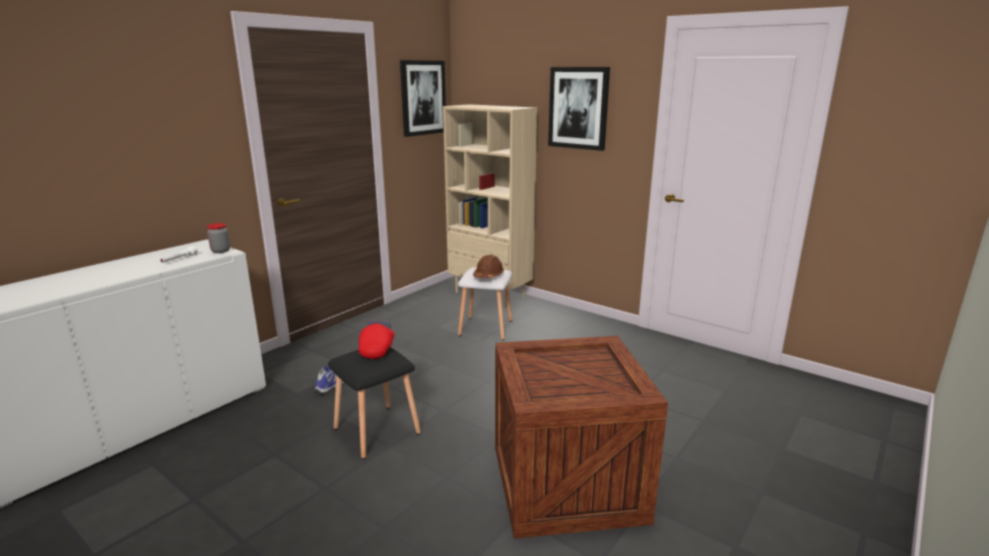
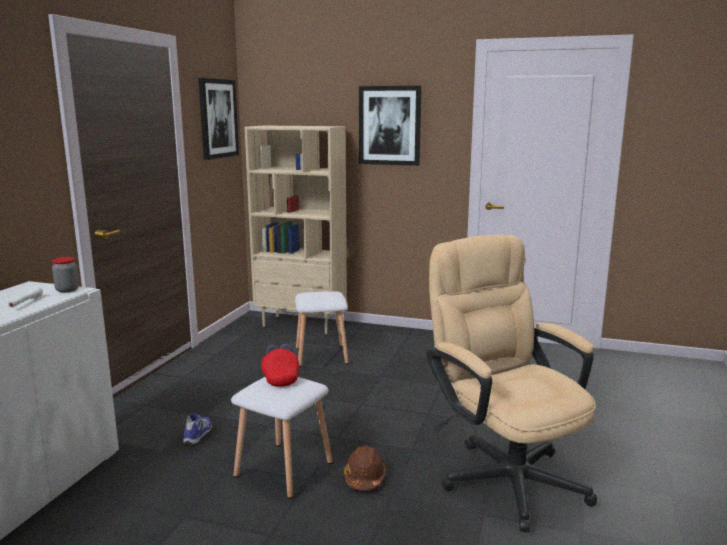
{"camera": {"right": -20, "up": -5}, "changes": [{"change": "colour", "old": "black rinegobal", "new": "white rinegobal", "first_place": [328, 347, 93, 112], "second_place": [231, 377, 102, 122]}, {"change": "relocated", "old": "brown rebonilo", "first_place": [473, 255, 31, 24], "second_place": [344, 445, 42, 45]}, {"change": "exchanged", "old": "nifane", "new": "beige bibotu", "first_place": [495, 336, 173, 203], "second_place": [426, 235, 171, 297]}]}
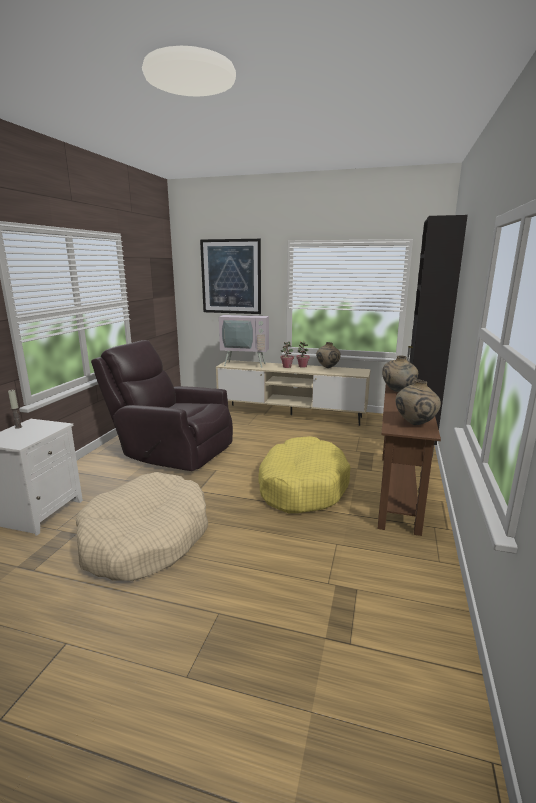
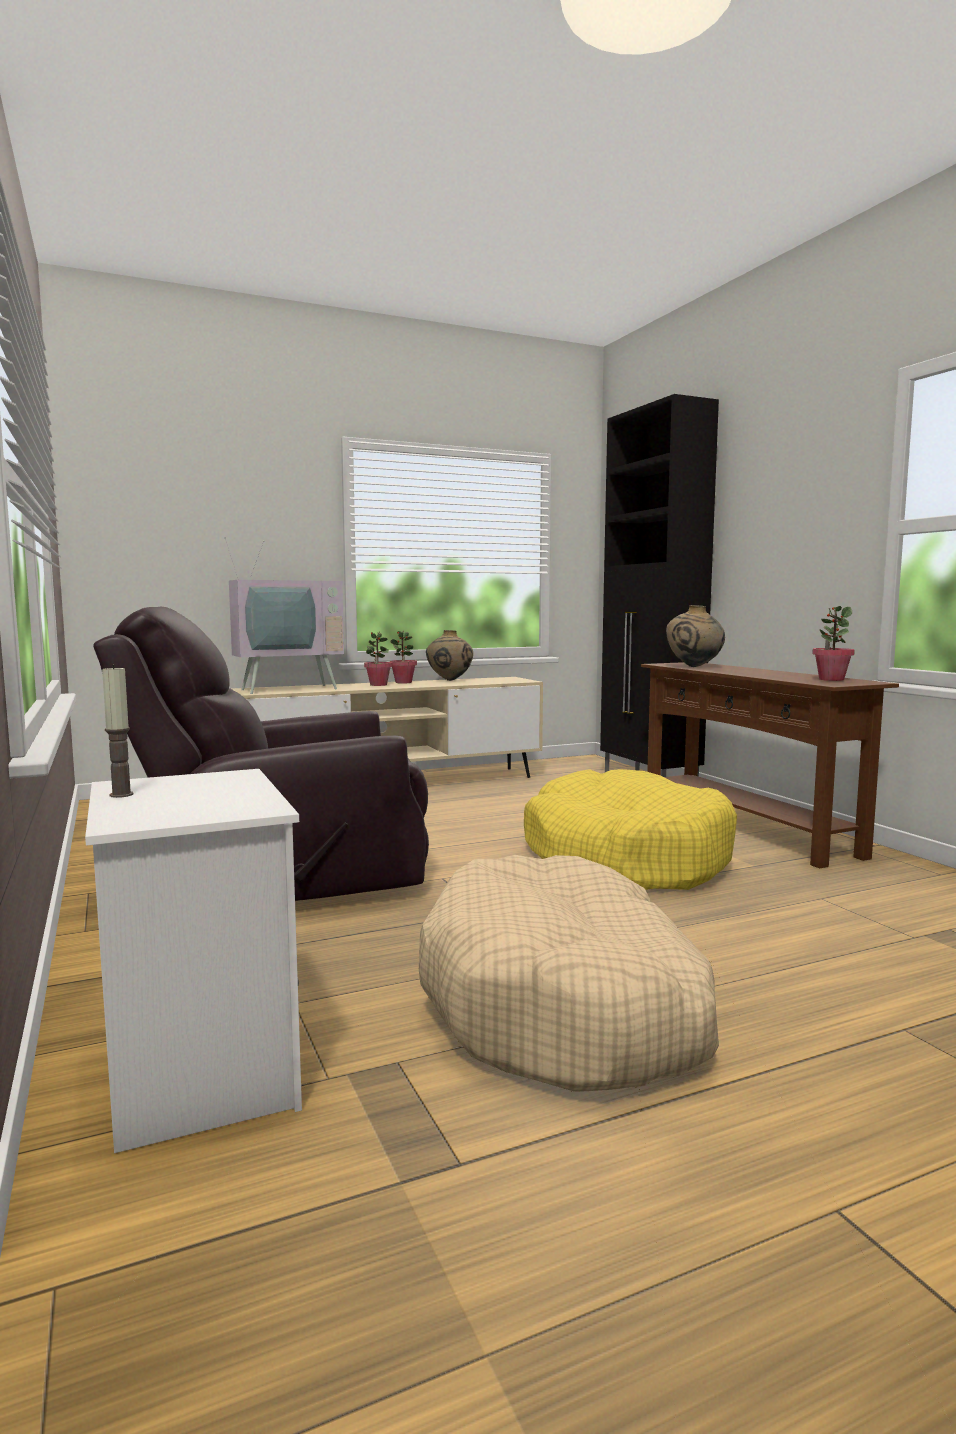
{"camera": {"right": -40, "up": -10}, "changes": [{"change": "missing", "old": "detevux", "first_place": [200, 239, 61, 75]}, {"change": "exchanged", "old": "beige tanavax", "new": "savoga", "first_place": [395, 379, 46, 46], "second_place": [812, 606, 43, 75]}]}
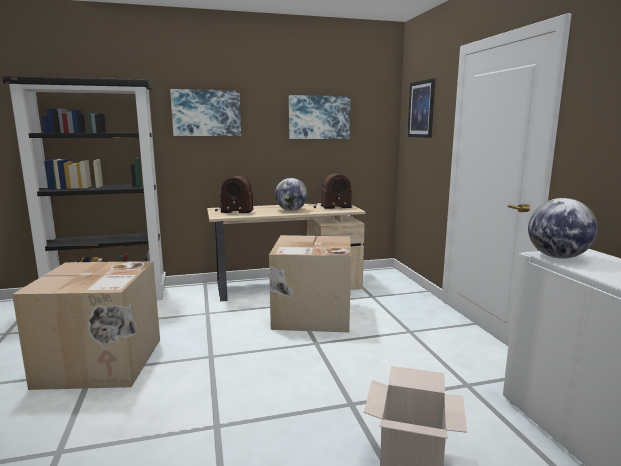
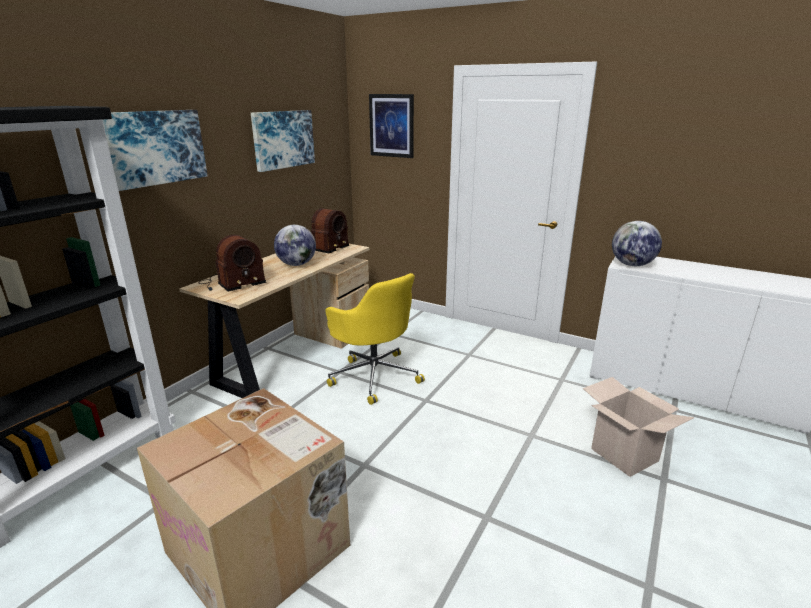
{"camera": {"right": -45, "up": 10}, "changes": [{"change": "exchanged", "old": "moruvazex", "new": "yellow bibotu", "first_place": [269, 235, 82, 97], "second_place": [325, 273, 100, 132]}]}
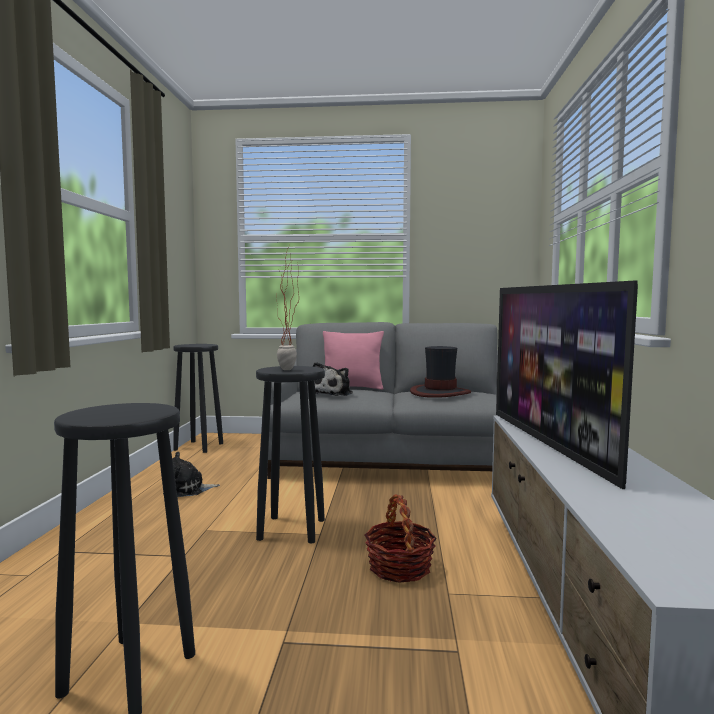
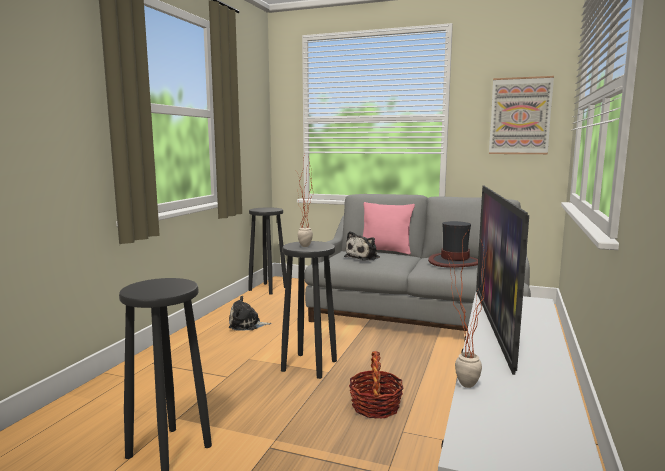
{"camera": {"right": 15, "up": 5}, "changes": [{"change": "appeared", "new": "savoga", "second_place": [448, 231, 40, 157]}, {"change": "appeared", "new": "detevux", "second_place": [489, 76, 65, 78]}]}
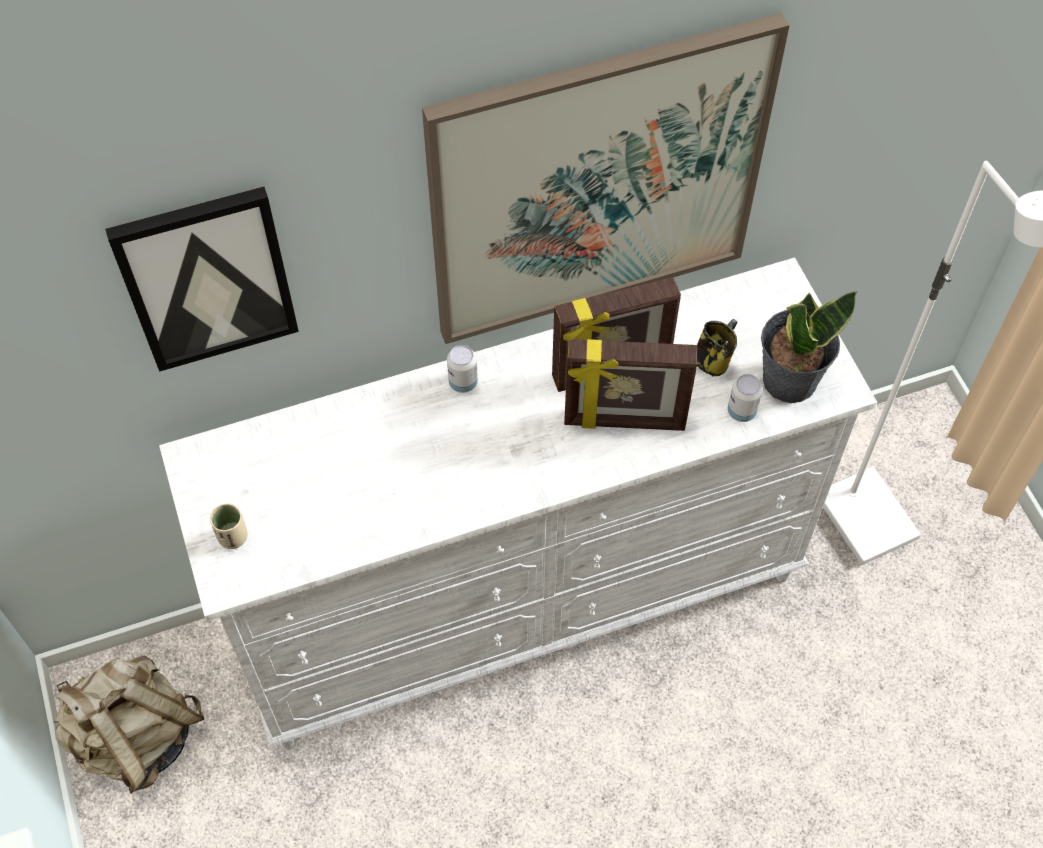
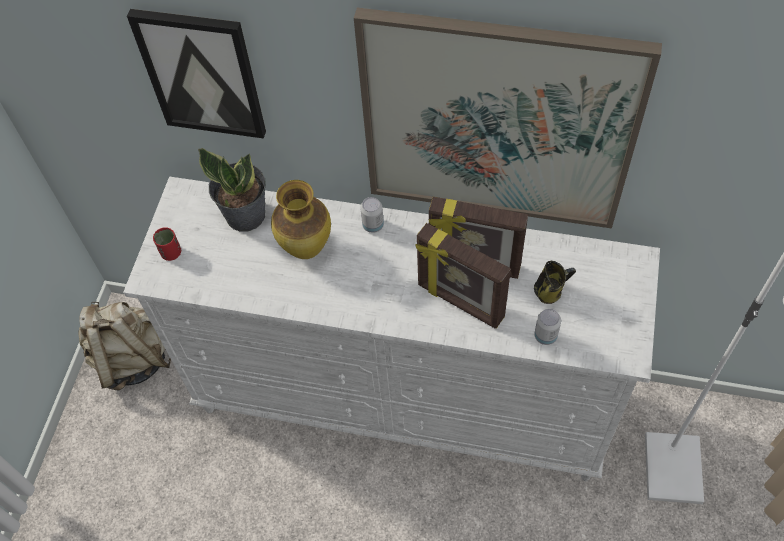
{"camera": {"right": 35, "up": 0}, "changes": [{"change": "colour", "old": "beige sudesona", "new": "red sudesona", "first_place": [210, 503, 38, 46], "second_place": [153, 227, 28, 34]}, {"change": "relocated", "old": "savoga", "first_place": [761, 291, 96, 112], "second_place": [198, 148, 68, 83]}, {"change": "appeared", "new": "tanavax", "second_place": [271, 180, 60, 79]}]}
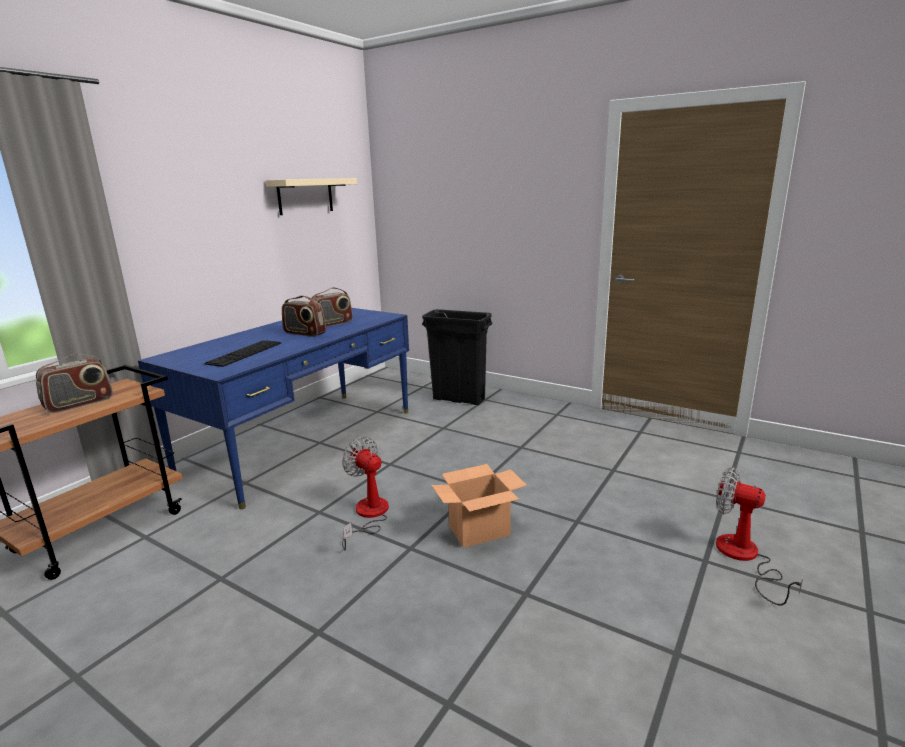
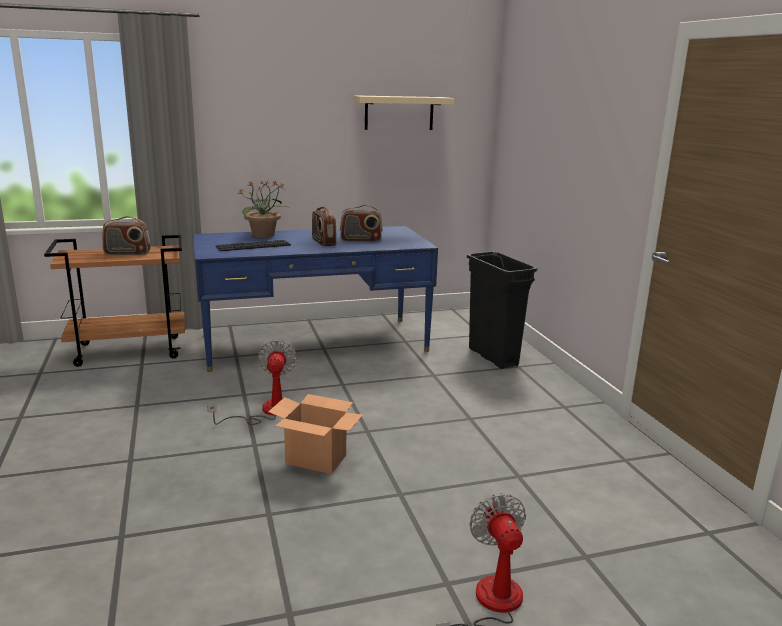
{"camera": {"right": 40, "up": 0}, "changes": [{"change": "appeared", "new": "savoga", "second_place": [237, 180, 53, 58]}]}
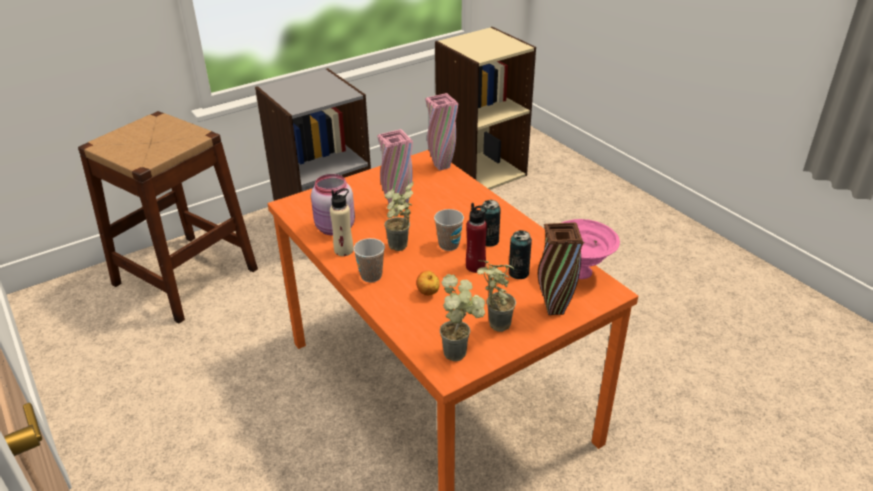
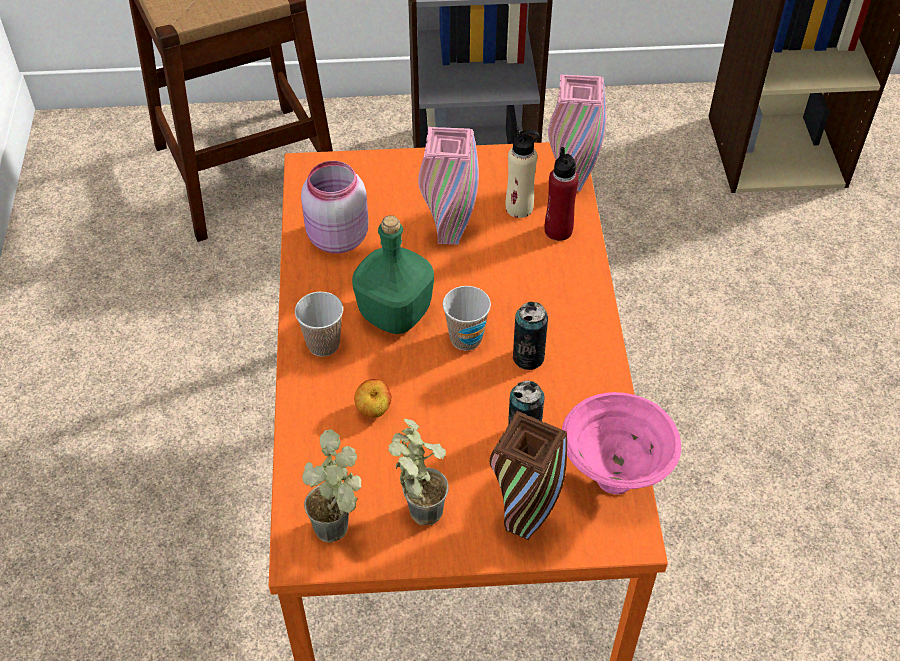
{"camera": {"right": 30, "up": 15}, "changes": [{"change": "relocated", "old": "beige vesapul", "first_place": [330, 188, 23, 68], "second_place": [506, 127, 34, 91]}, {"change": "exchanged", "old": "savoga", "new": "green vesapul", "first_place": [384, 181, 29, 70], "second_place": [352, 215, 82, 119]}, {"change": "relocated", "old": "red vesapul", "first_place": [466, 203, 21, 70], "second_place": [545, 147, 34, 94]}]}
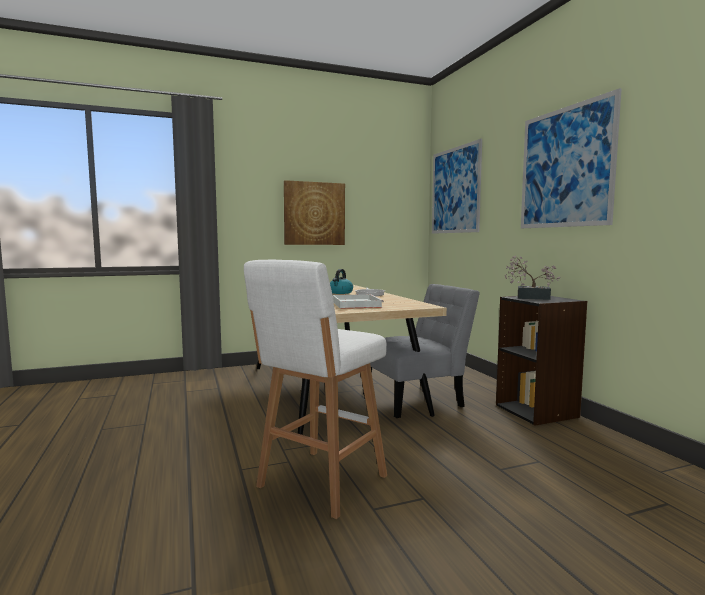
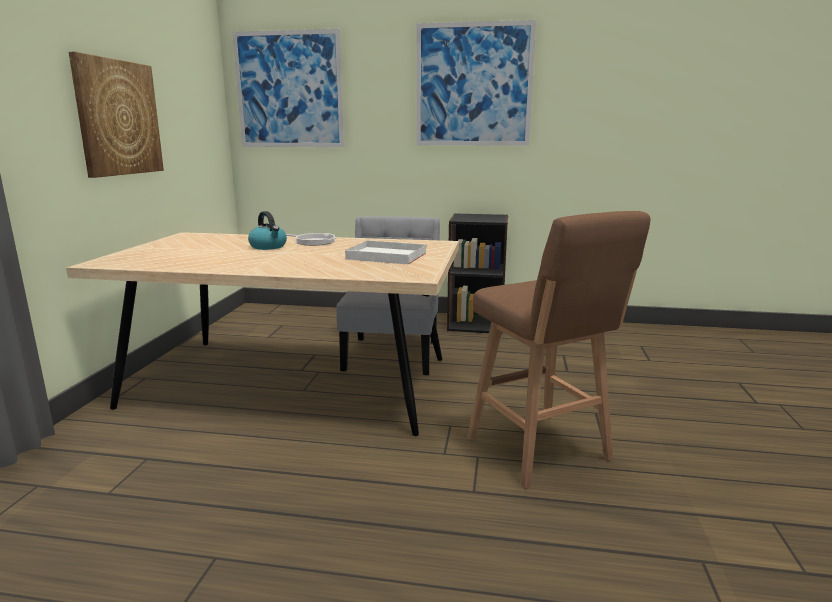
{"camera": {"right": -60, "up": 10}, "changes": [{"change": "colour", "old": "white rinegobal", "new": "brown rinegobal", "first_place": [244, 260, 143, 259], "second_place": [467, 211, 184, 278]}, {"change": "missing", "old": "savoga", "first_place": [505, 256, 55, 44]}]}
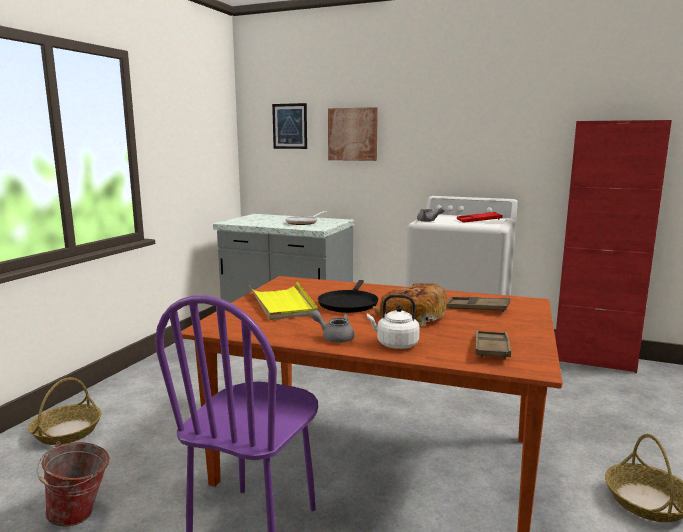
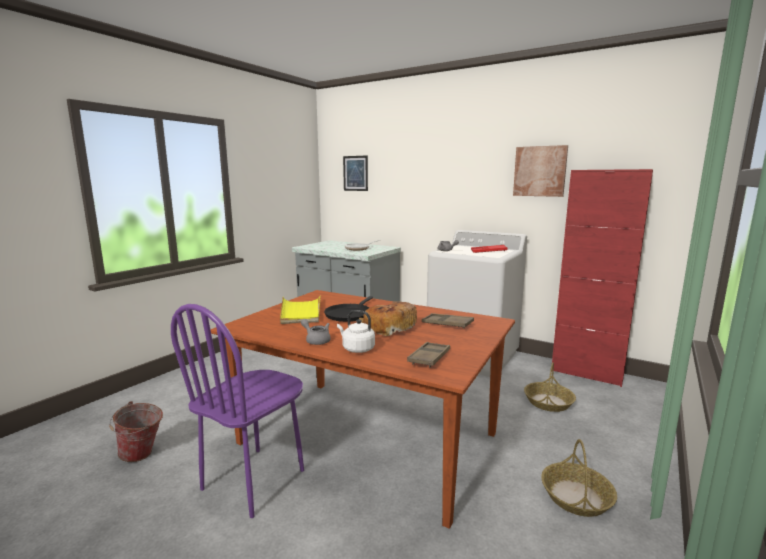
{"camera": {"right": 10, "up": 0}, "changes": [{"change": "relocated", "old": "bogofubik", "first_place": [28, 377, 74, 68], "second_place": [524, 362, 52, 50]}, {"change": "relocated", "old": "detevux", "first_place": [328, 107, 50, 54], "second_place": [513, 145, 55, 52]}]}
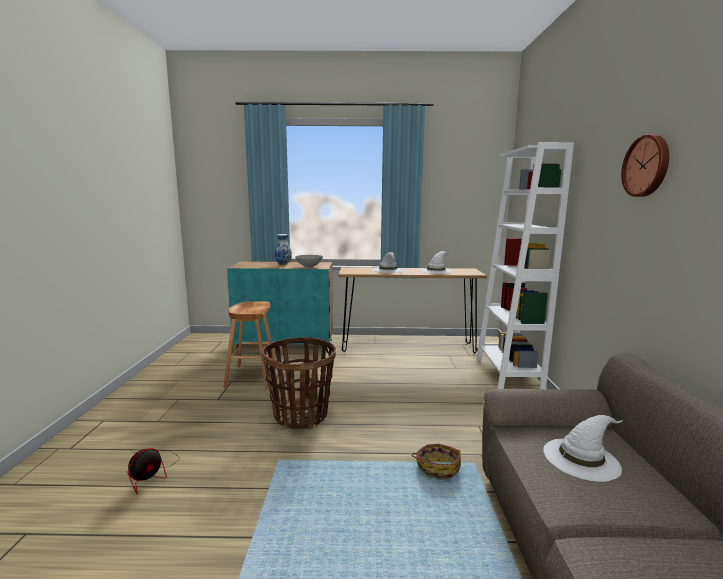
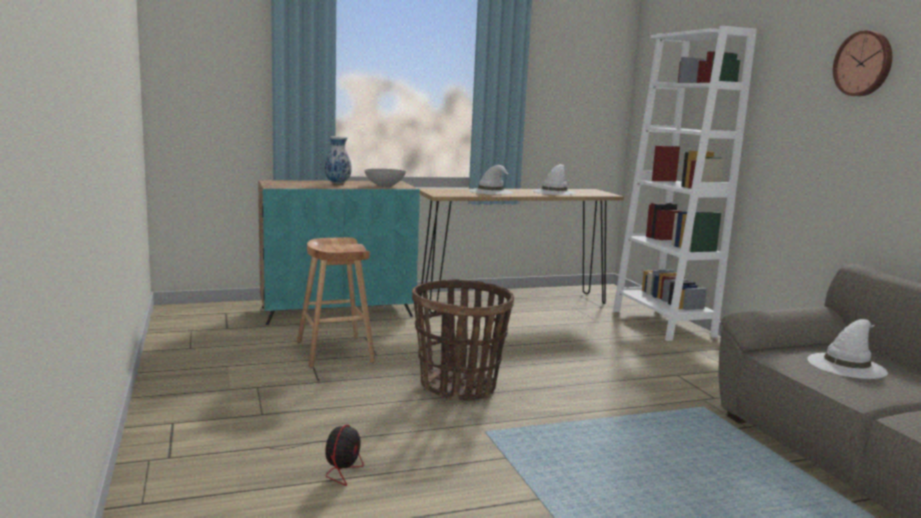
{"camera": {"right": -20, "up": 0}, "changes": [{"change": "missing", "old": "bogofubik", "first_place": [412, 444, 49, 36]}]}
